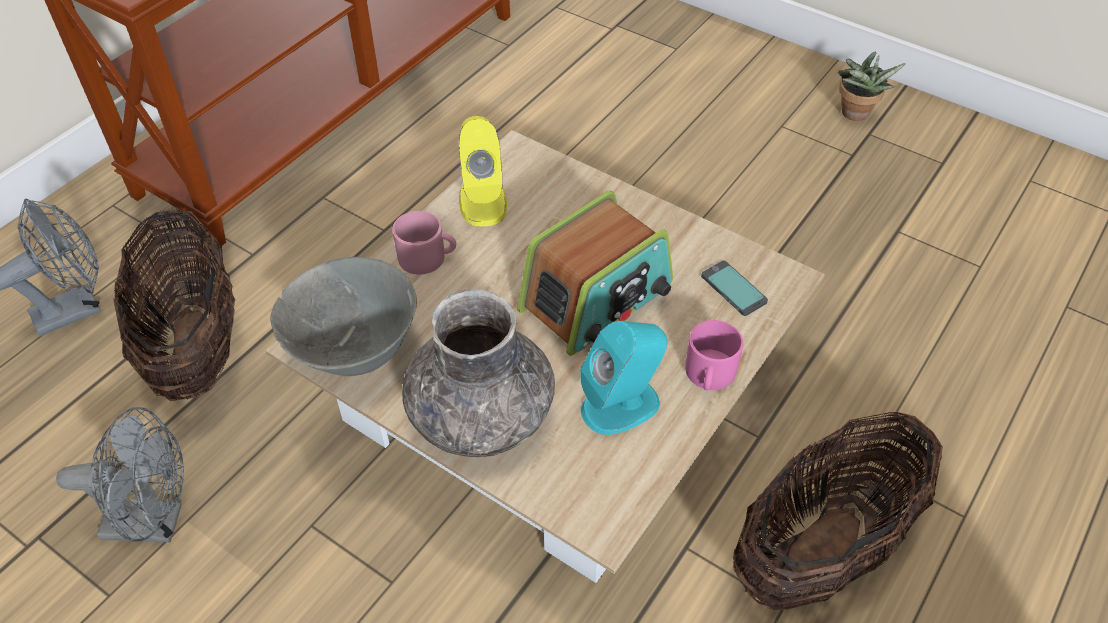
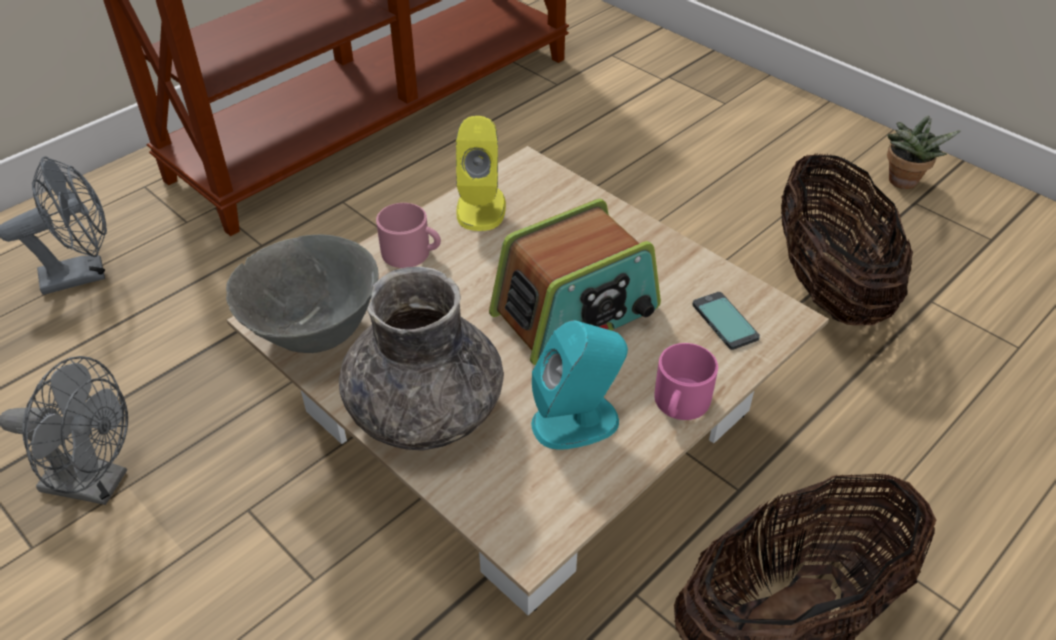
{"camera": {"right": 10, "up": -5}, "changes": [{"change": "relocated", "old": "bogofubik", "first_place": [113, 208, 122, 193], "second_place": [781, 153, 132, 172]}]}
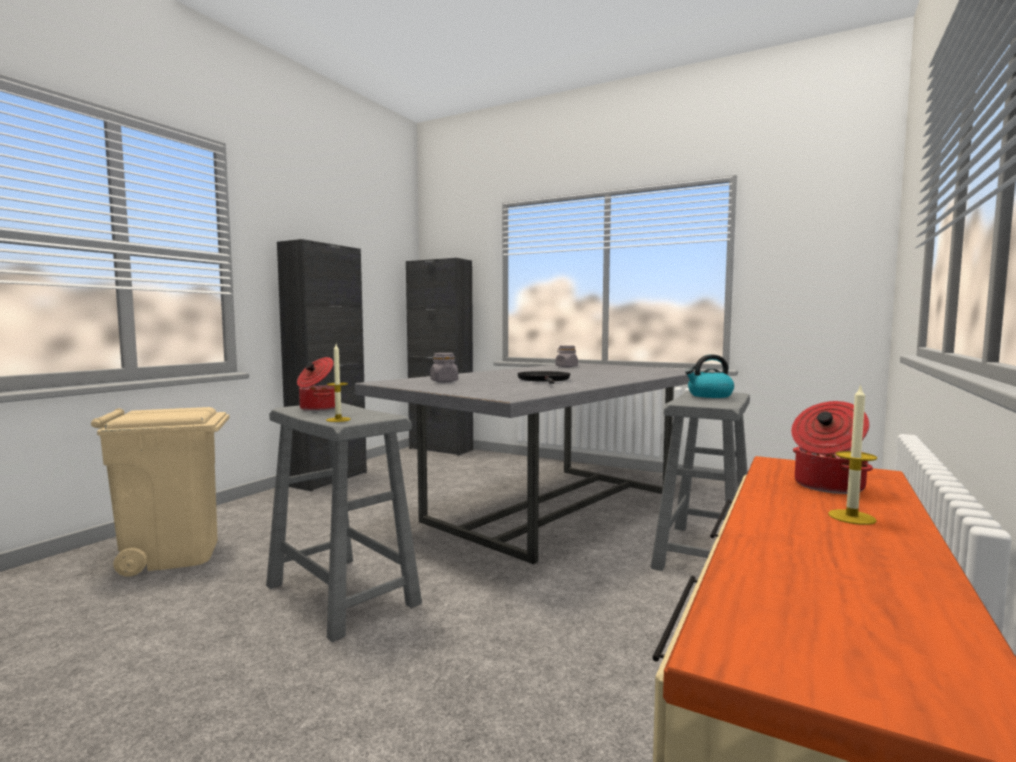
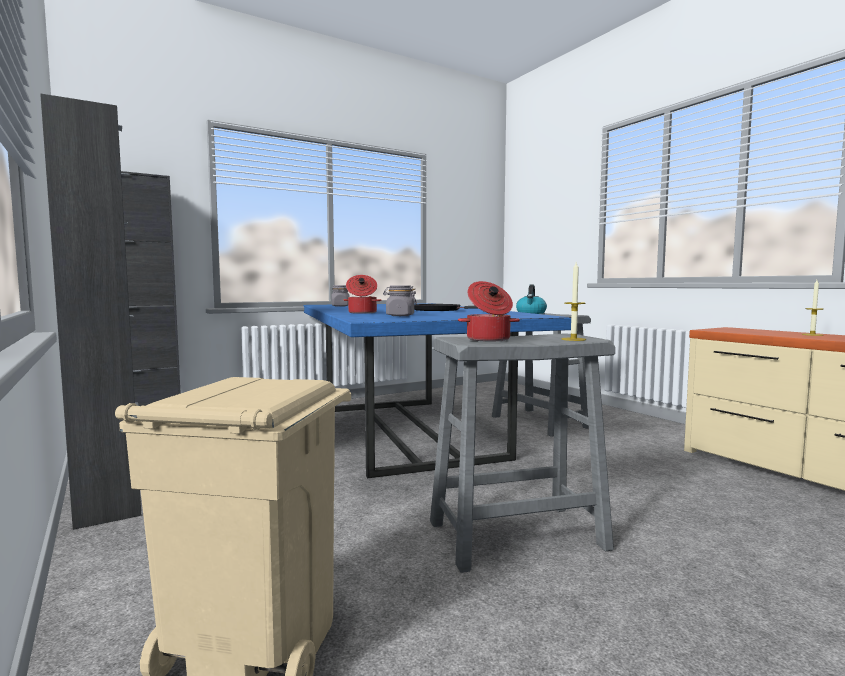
{"camera": {"right": -60, "up": 0}, "changes": [{"change": "colour", "old": "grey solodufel", "new": "blue solodufel", "first_place": [355, 363, 349, 201], "second_place": [304, 303, 267, 175]}, {"change": "relocated", "old": "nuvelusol", "first_place": [791, 401, 82, 93], "second_place": [344, 275, 38, 39]}]}
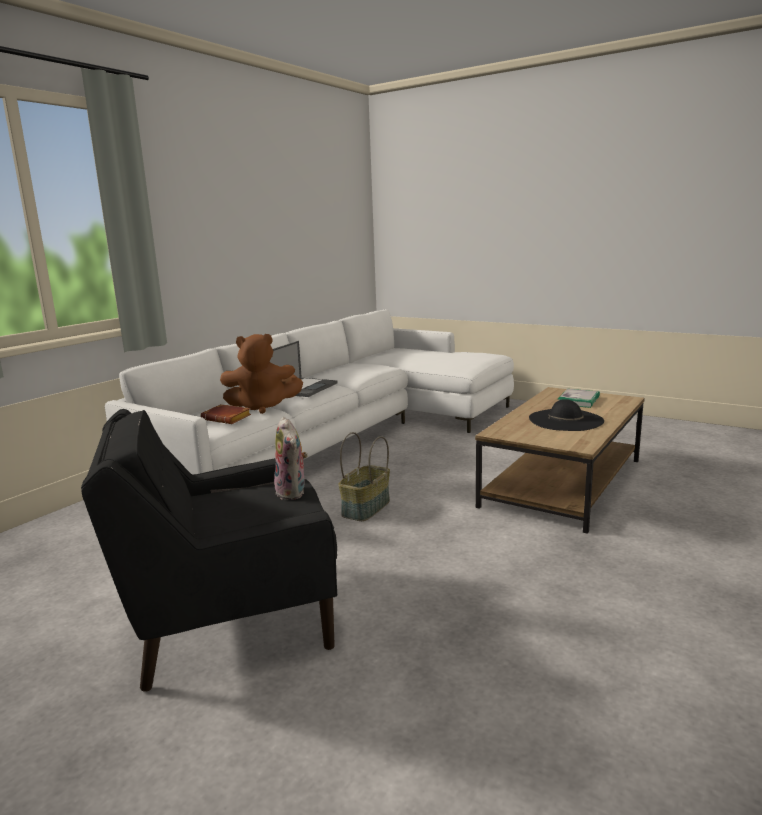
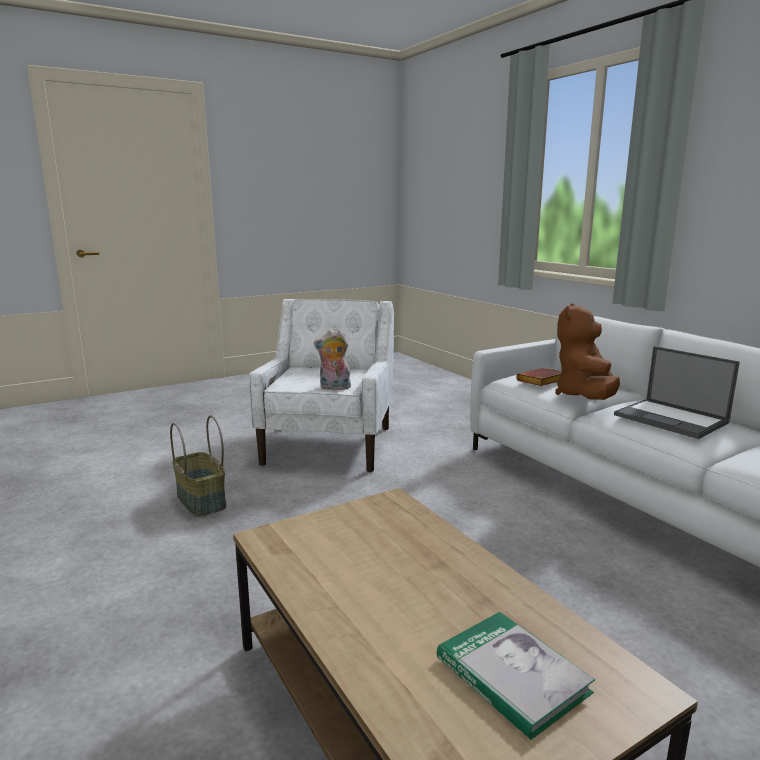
{"camera": {"right": 115, "up": 0}, "changes": [{"change": "colour", "old": "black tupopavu", "new": "white tupopavu", "first_place": [81, 409, 256, 283], "second_place": [249, 299, 145, 173]}, {"change": "relocated", "old": "bogofubik", "first_place": [338, 432, 52, 89], "second_place": [170, 415, 56, 102]}, {"change": "missing", "old": "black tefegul", "first_place": [529, 399, 75, 32]}]}
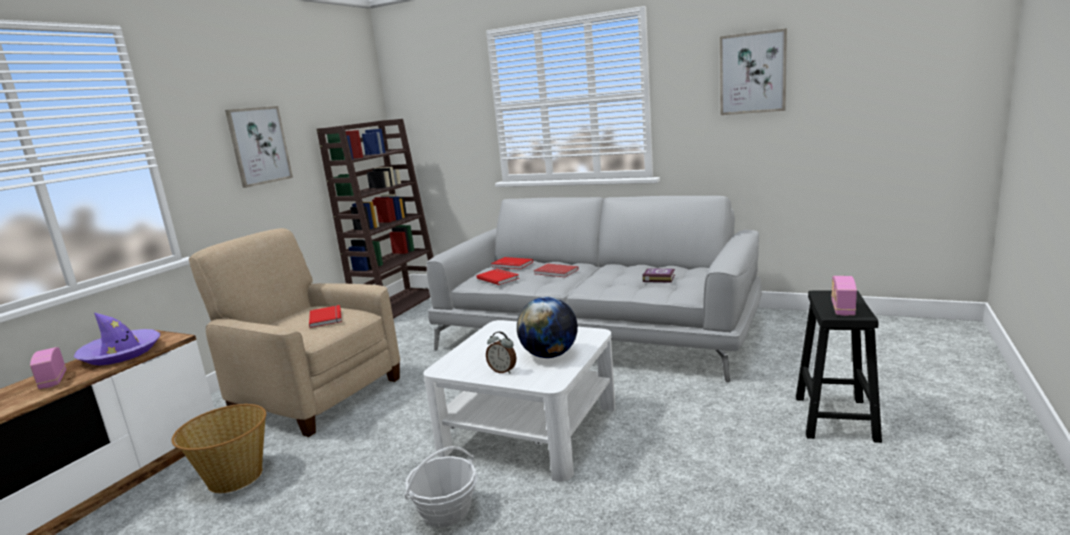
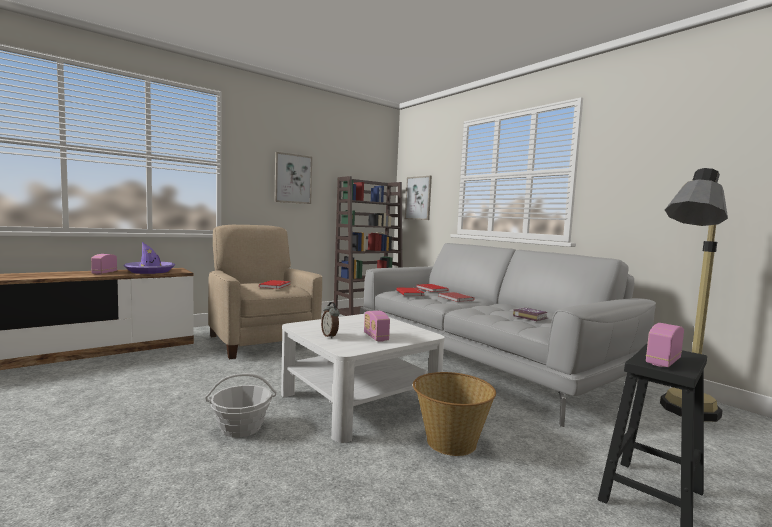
{"camera": {"right": 25, "up": -10}, "changes": [{"change": "relocated", "old": "bogofubik", "first_place": [172, 404, 94, 89], "second_place": [413, 372, 83, 84]}, {"change": "exchanged", "old": "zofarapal", "new": "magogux", "first_place": [517, 297, 61, 61], "second_place": [364, 311, 26, 31]}, {"change": "relocated", "old": "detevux", "first_place": [720, 28, 67, 87], "second_place": [405, 176, 27, 44]}, {"change": "appeared", "new": "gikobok", "second_place": [660, 168, 68, 254]}]}
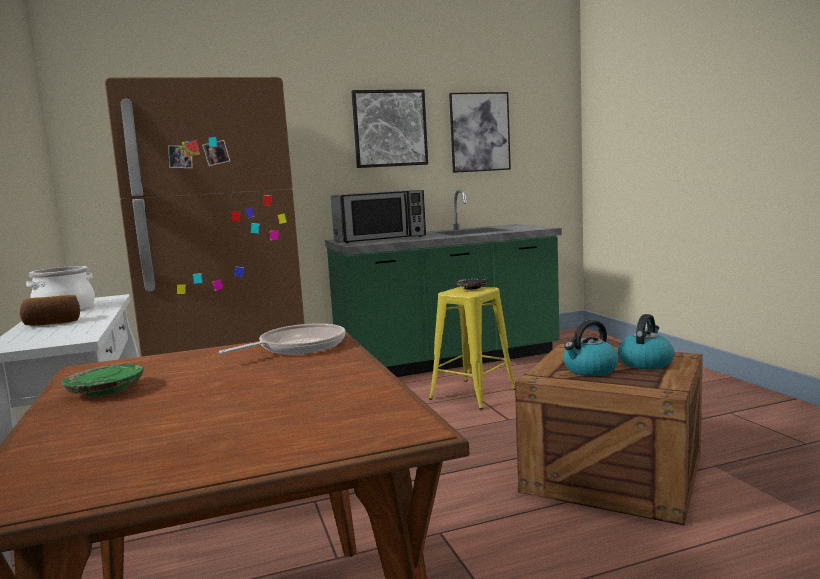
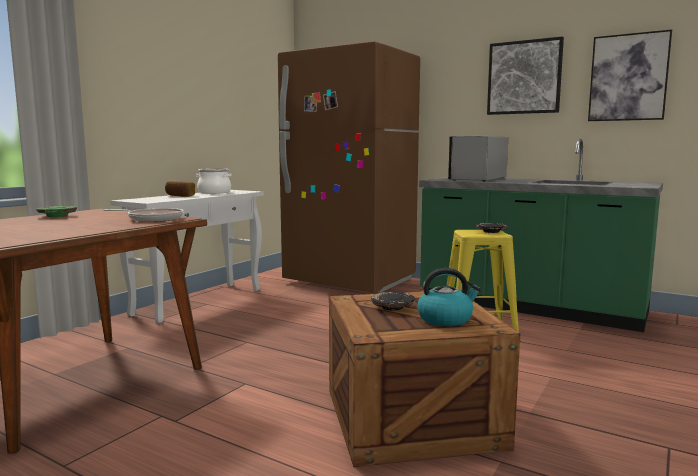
{"camera": {"right": 50, "up": 0}, "changes": [{"change": "spun", "old": "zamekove", "first_place": [331, 190, 95, 53], "second_place": [448, 136, 60, 46], "degrees": 90}, {"change": "exchanged", "old": "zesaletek", "new": "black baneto", "first_place": [563, 320, 55, 56], "second_place": [371, 292, 44, 18]}]}
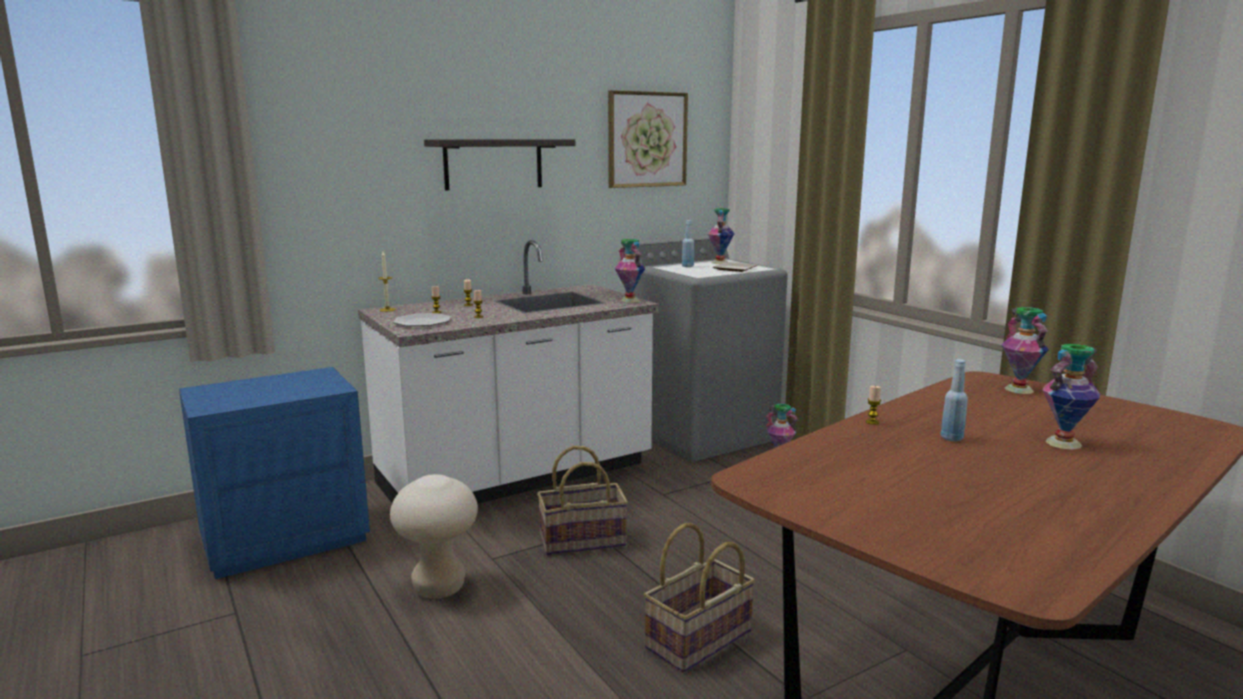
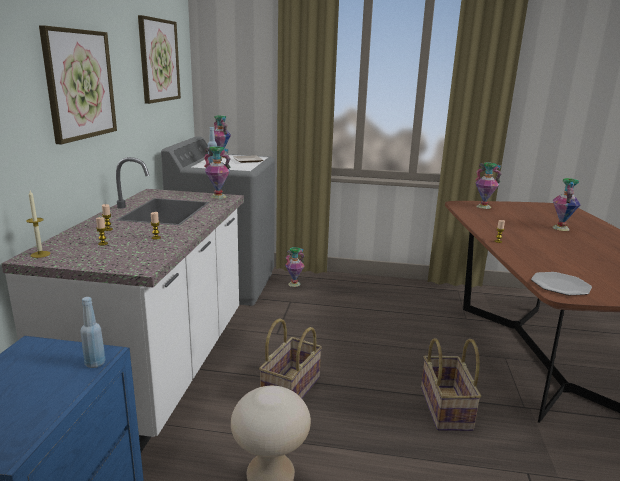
{"camera": {"right": -50, "up": 5}, "changes": [{"change": "relocated", "old": "baneto", "first_place": [393, 313, 58, 13], "second_place": [531, 272, 61, 23]}, {"change": "exchanged", "old": "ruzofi", "new": "detevux", "first_place": [424, 139, 151, 51], "second_place": [39, 25, 78, 119]}, {"change": "relocated", "old": "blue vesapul", "first_place": [941, 359, 27, 82], "second_place": [81, 297, 25, 71]}]}
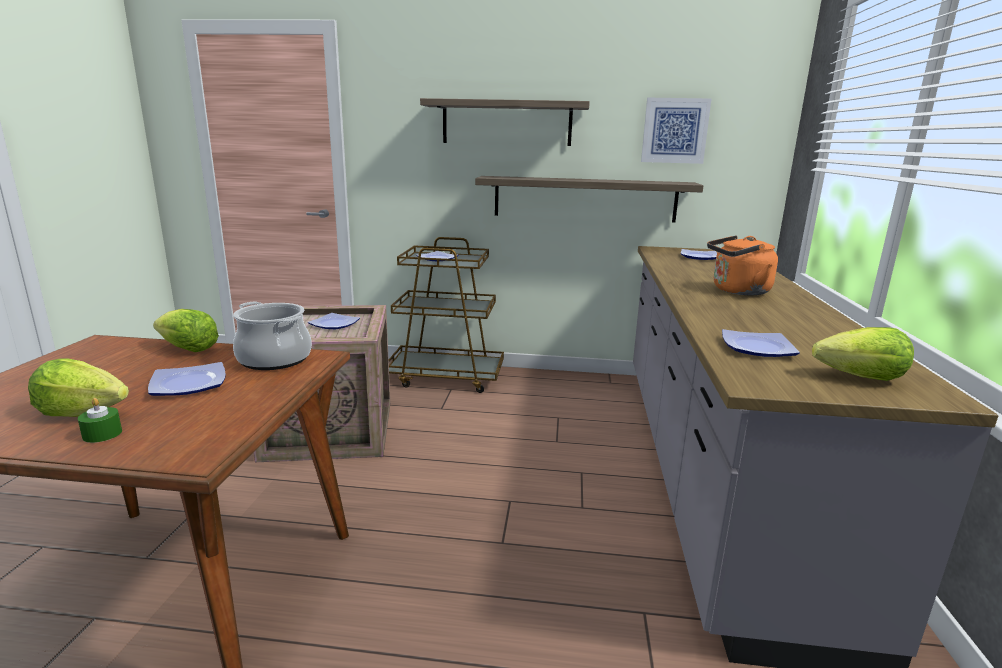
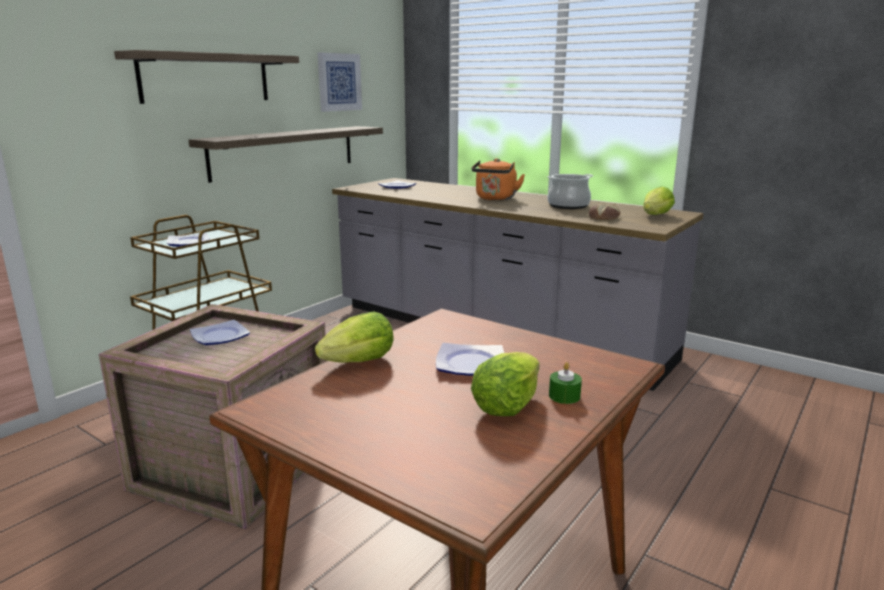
{"camera": {"right": -60, "up": 0}, "changes": [{"change": "relocated", "old": "nuvelusol", "first_place": [233, 301, 79, 69], "second_place": [548, 174, 45, 35]}, {"change": "exchanged", "old": "baneto", "new": "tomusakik", "first_place": [722, 329, 78, 28], "second_place": [589, 203, 31, 17]}]}
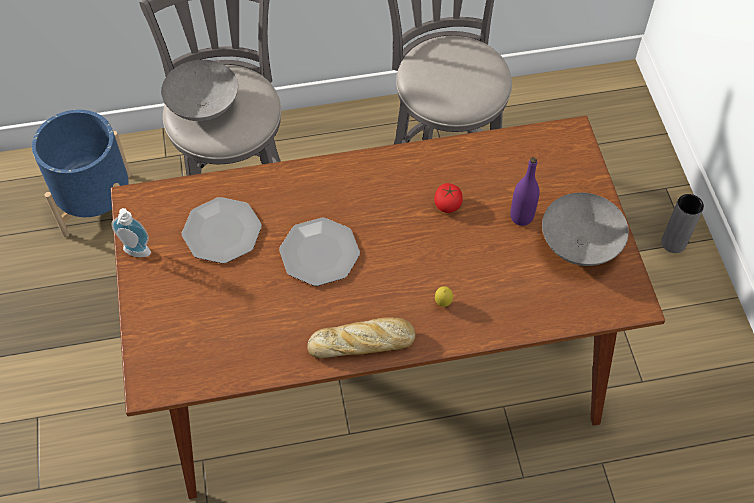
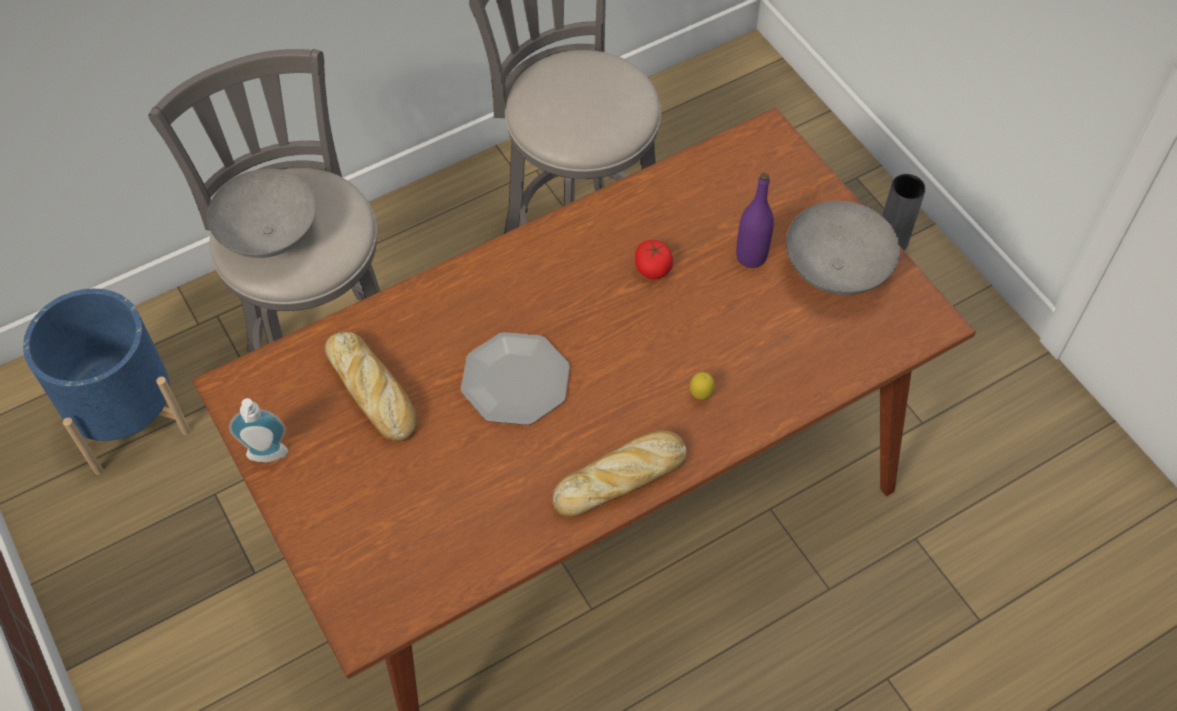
{"camera": {"right": -20, "up": 0}, "changes": [{"change": "exchanged", "old": "baneto", "new": "tomusakik", "first_place": [182, 197, 80, 67], "second_place": [325, 332, 92, 110]}]}
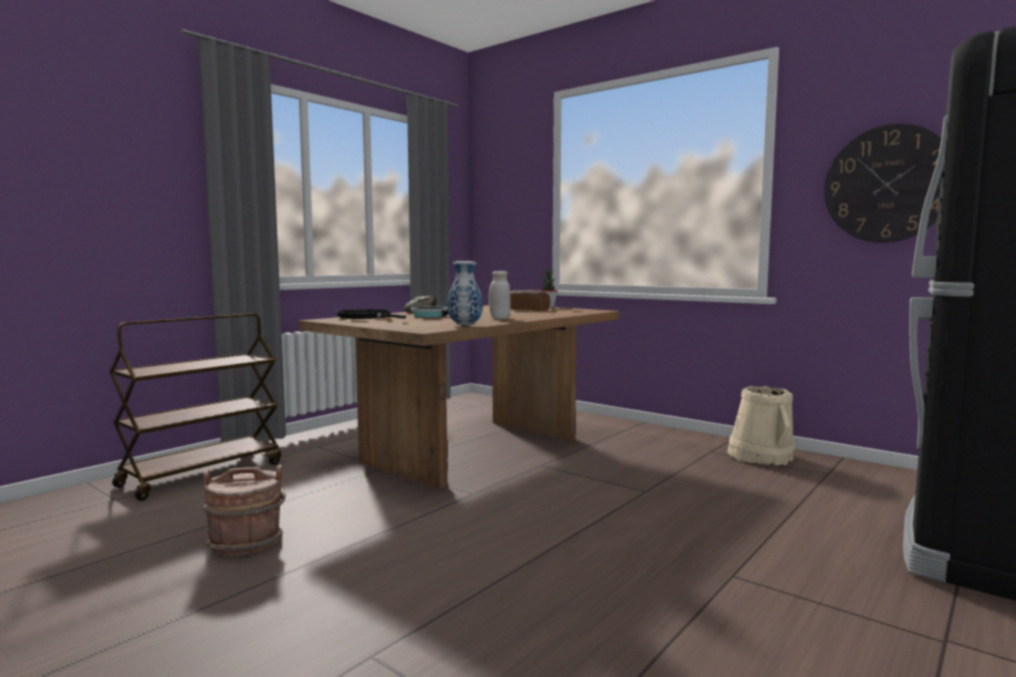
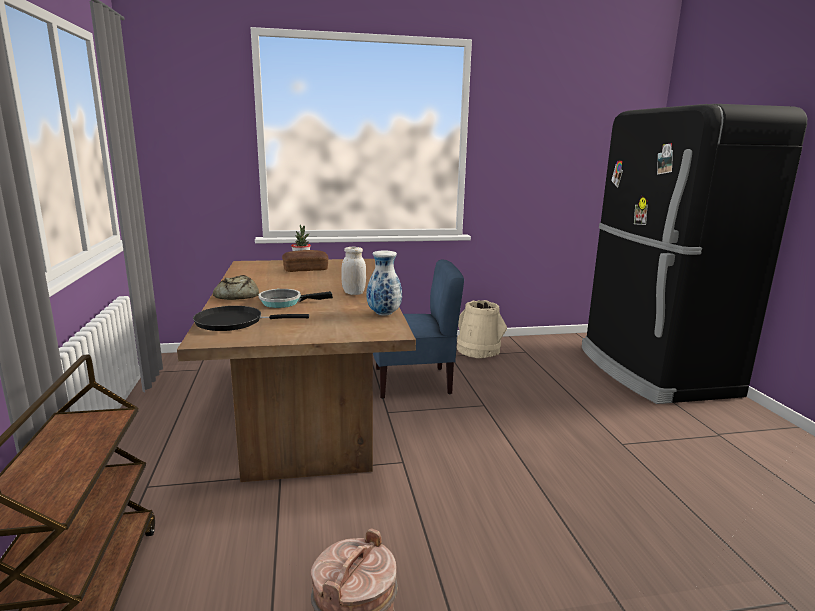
{"camera": {"right": -50, "up": 10}, "changes": [{"change": "missing", "old": "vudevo", "first_place": [824, 124, 117, 119]}, {"change": "appeared", "new": "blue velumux", "second_place": [373, 260, 91, 139]}]}
